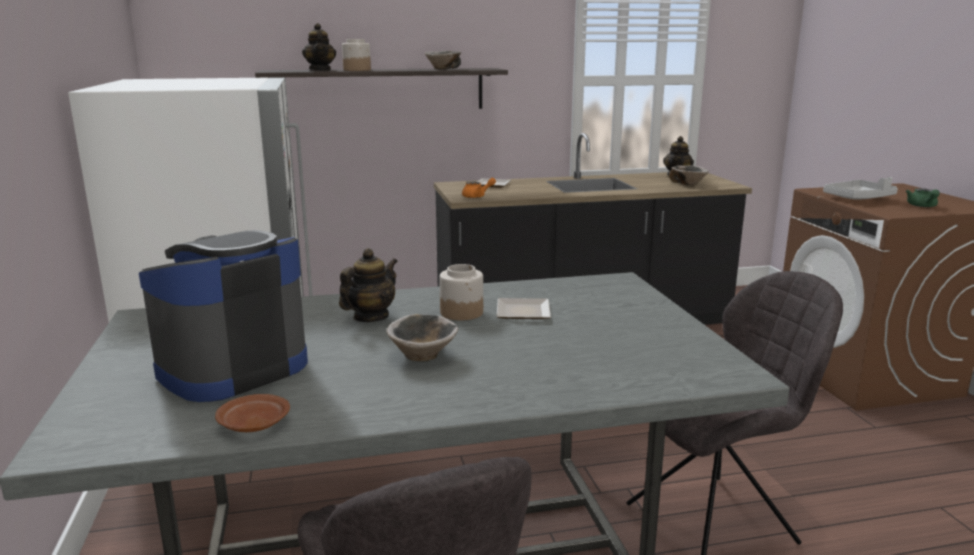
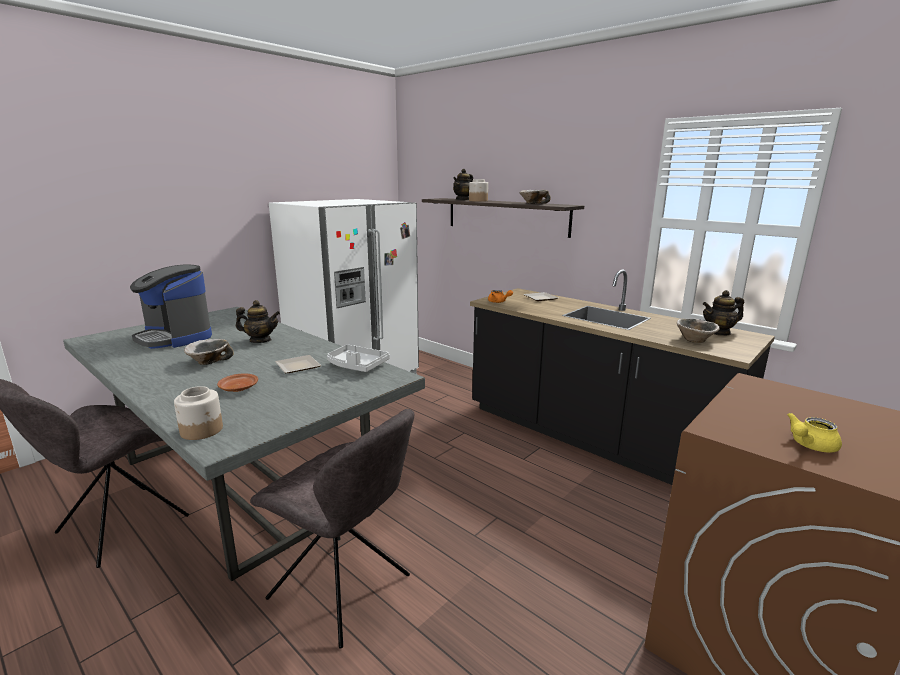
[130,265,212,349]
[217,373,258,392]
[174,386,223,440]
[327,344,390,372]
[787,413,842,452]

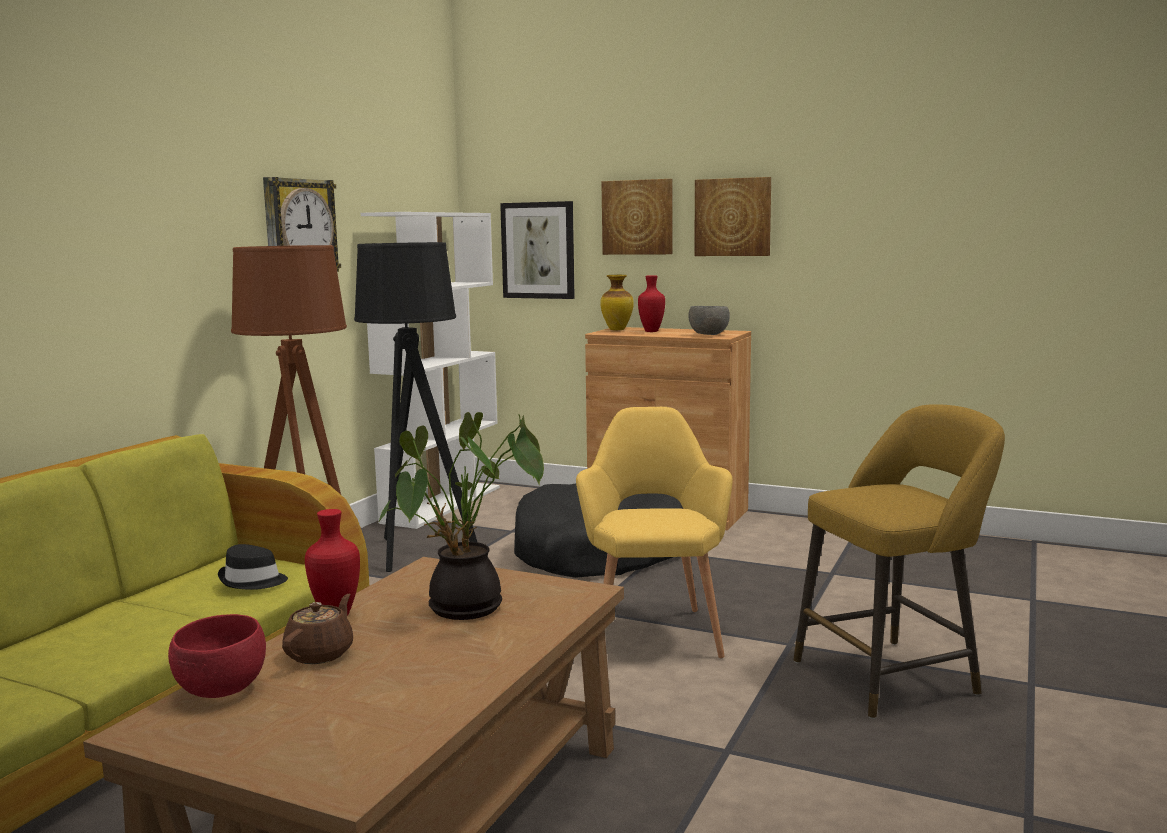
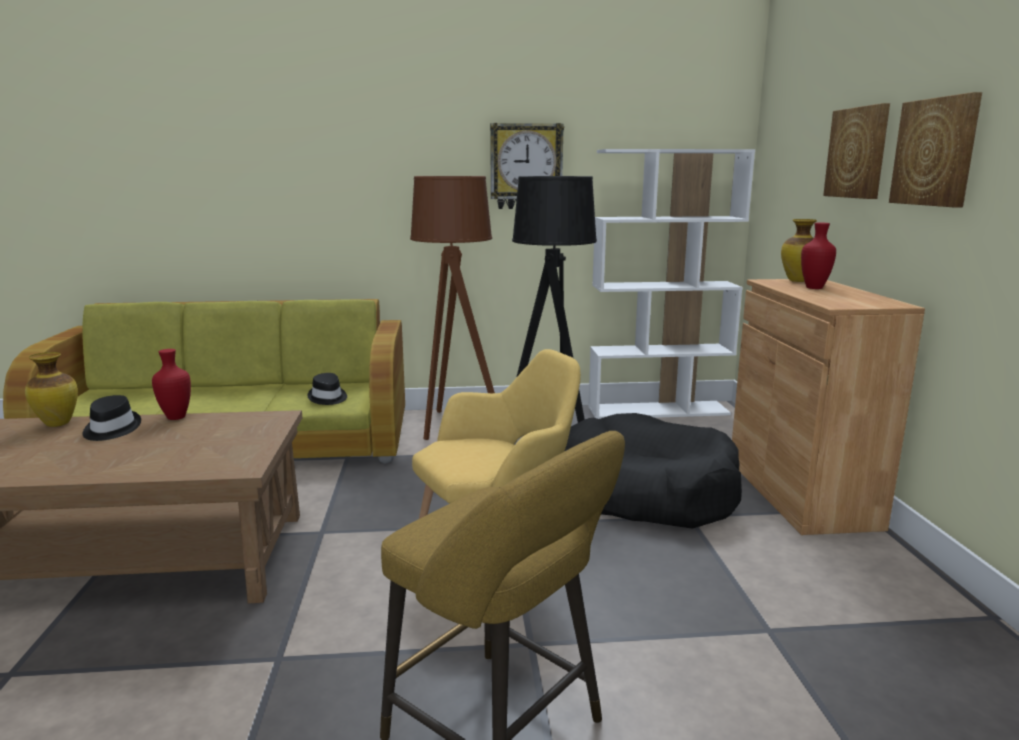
[25,352,78,427]
[82,395,141,441]
[378,412,544,620] (first image)
[500,201,575,299] (first image)
[689,306,730,335] (first image)

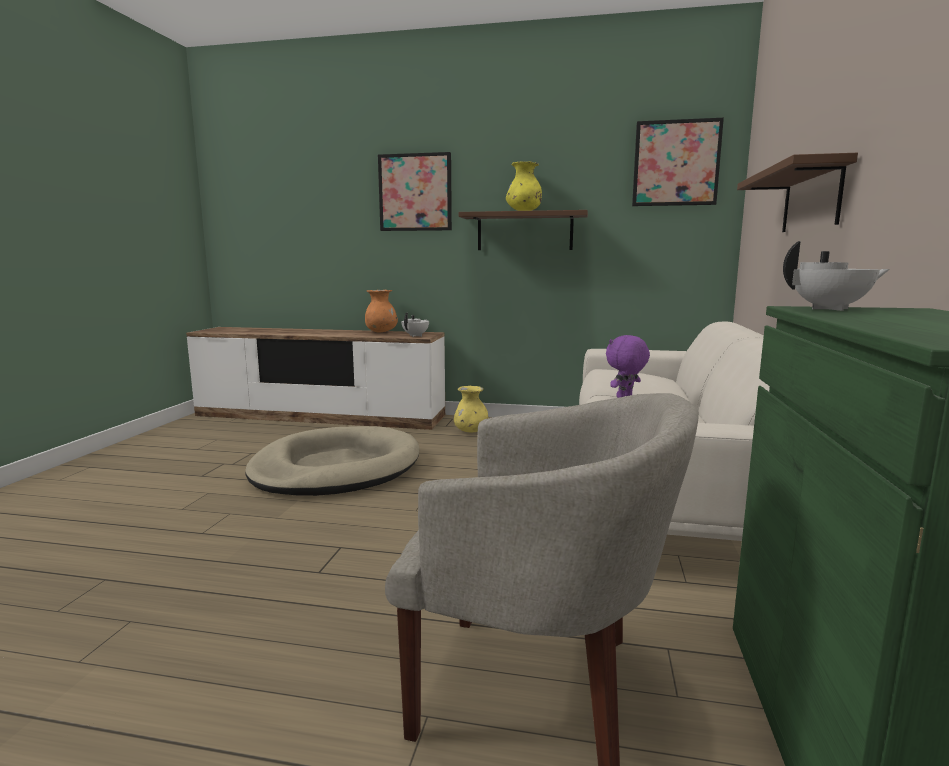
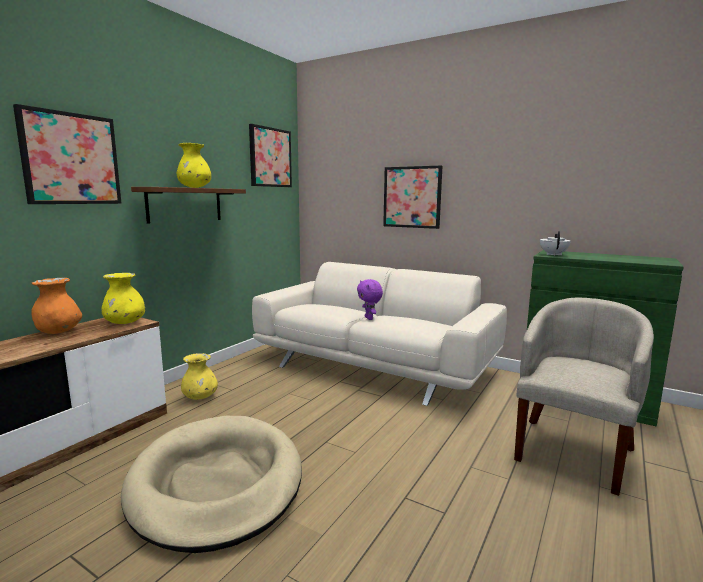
[101,273,145,324]
[383,166,442,229]

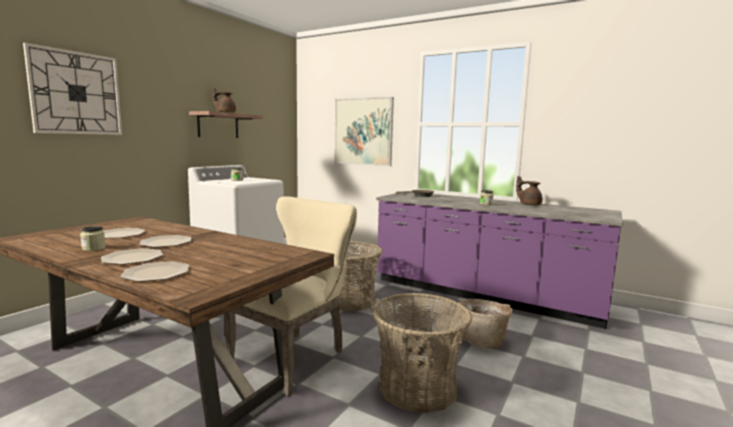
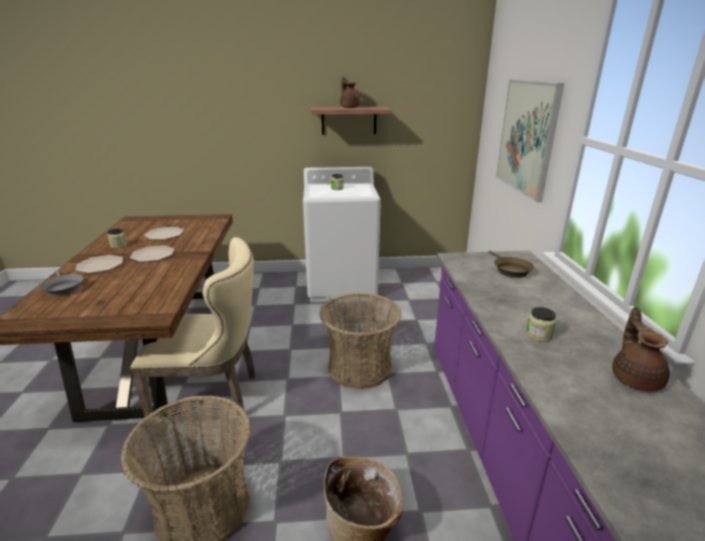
[23,43,122,135] (first image)
[40,270,83,296]

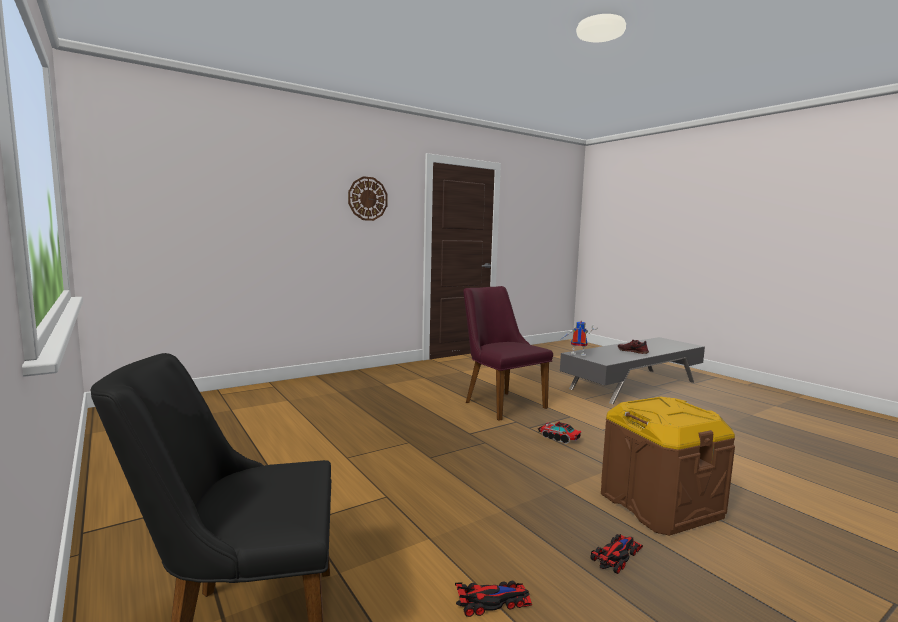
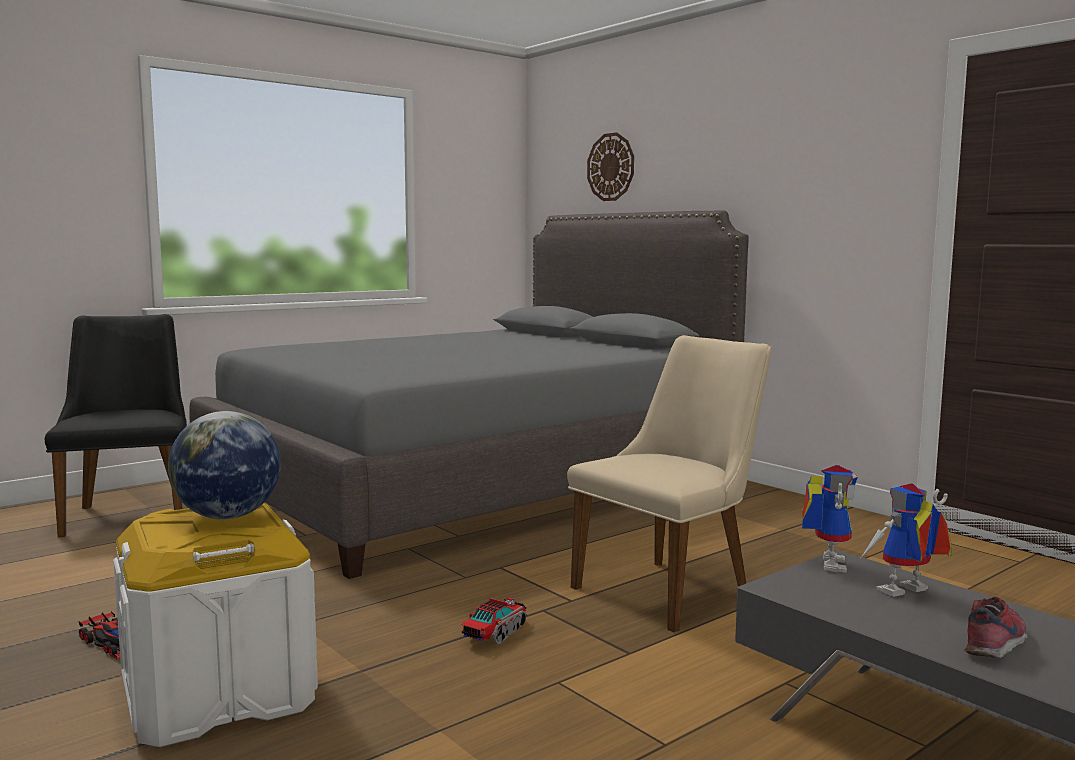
[587,132,634,201]
[455,581,532,617] (first image)
[567,335,771,632]
[113,503,318,747]
[168,411,281,519]
[189,211,749,579]
[861,483,952,597]

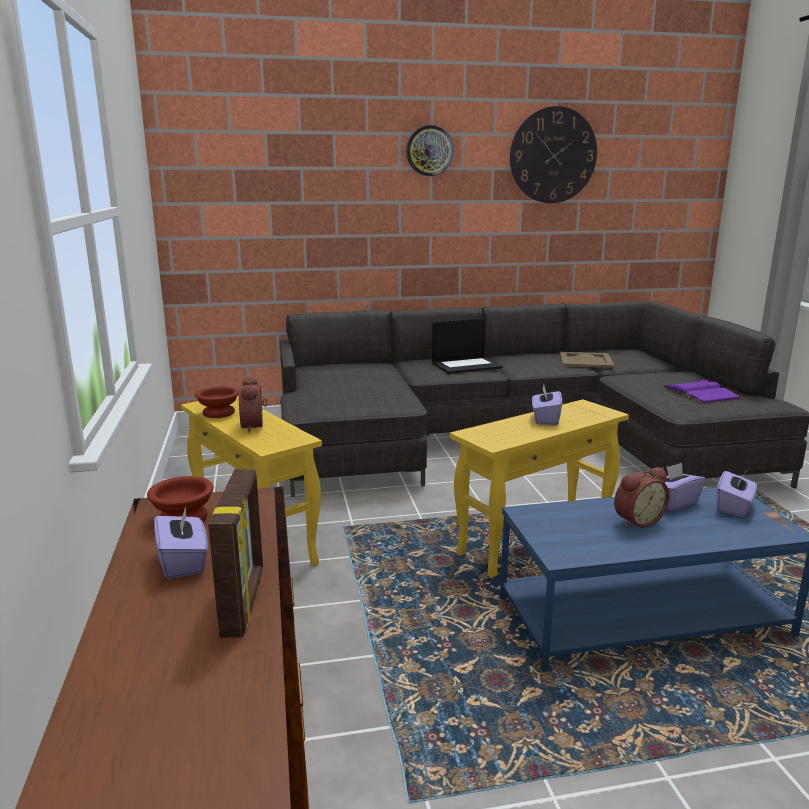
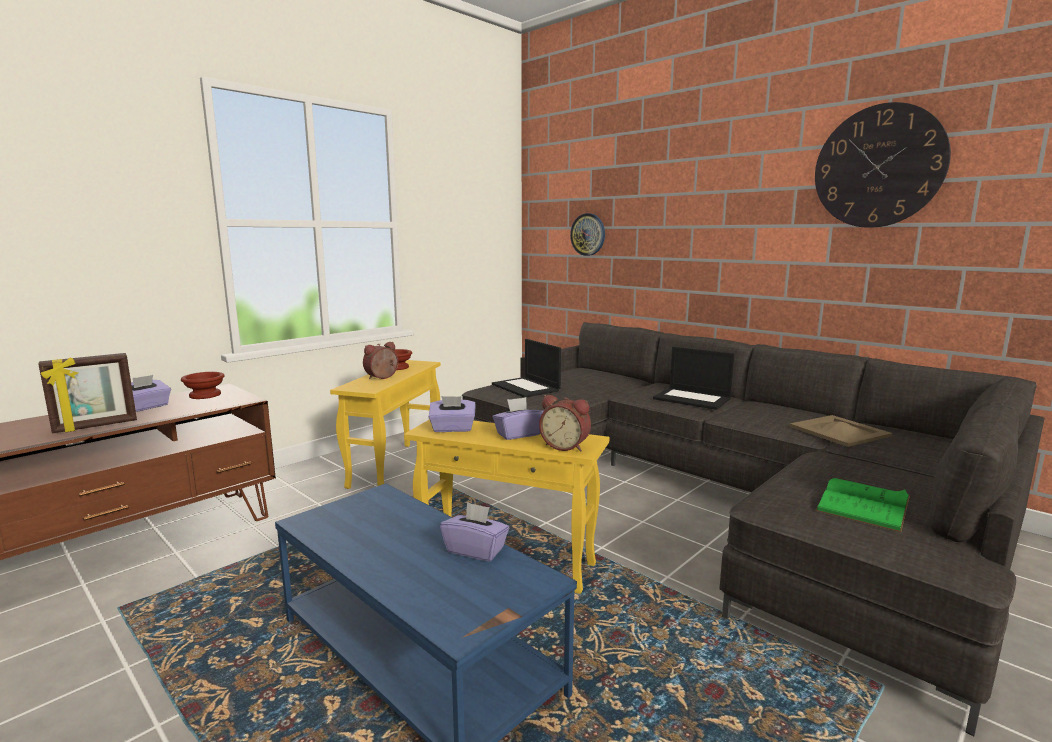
[570,213,605,256]
[539,395,591,452]
[816,478,910,532]
[429,396,476,432]
[492,339,561,398]

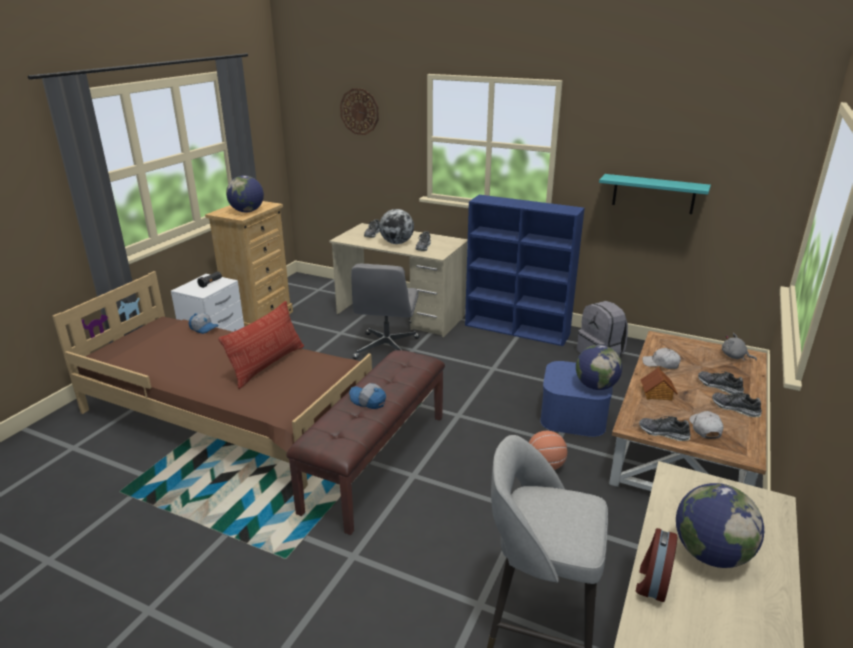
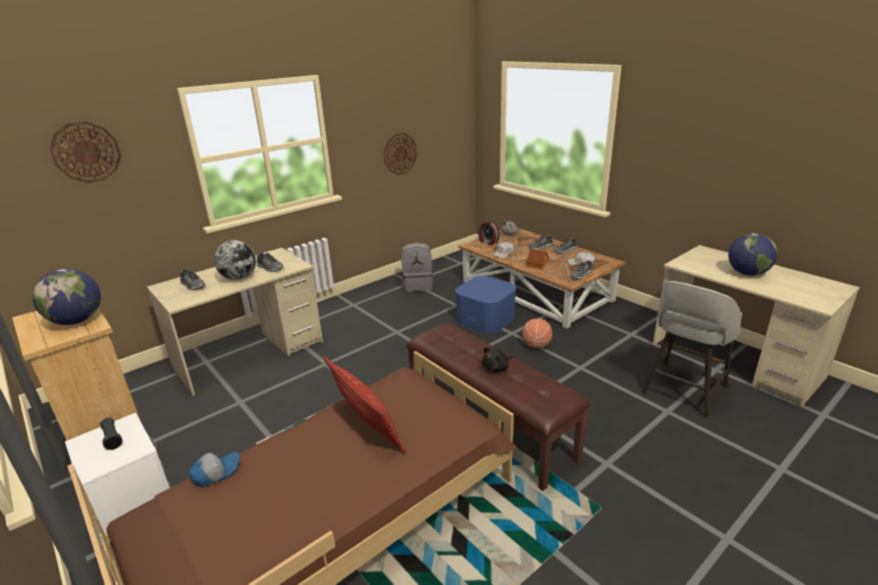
[482,347,513,372]
[351,264,420,360] (first image)
[465,195,585,346] (first image)
[576,345,622,390] (first image)
[384,133,417,175]
[479,221,499,245]

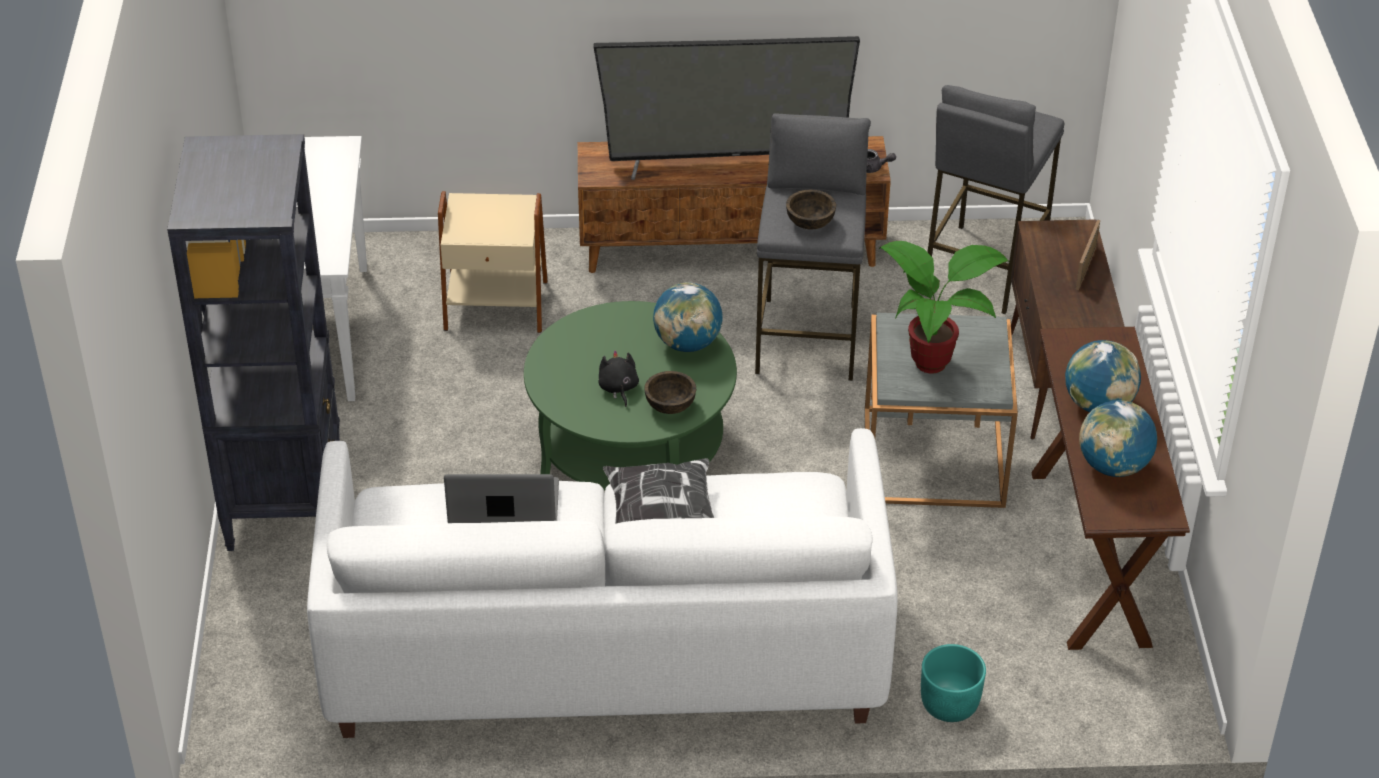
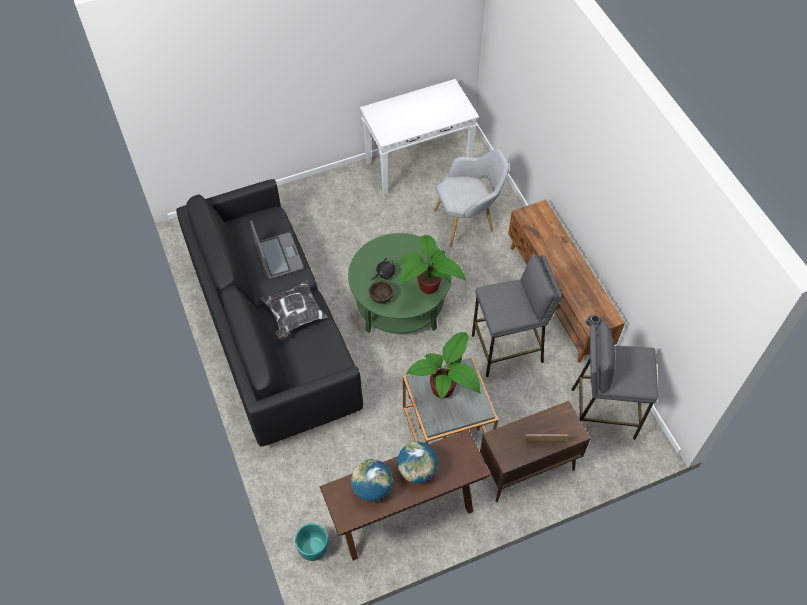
[167,134,340,551] (first image)
[176,179,363,447]
[434,149,509,247]
[593,36,860,180] (first image)
[400,235,466,294]
[786,190,836,230] (first image)
[295,523,328,561]

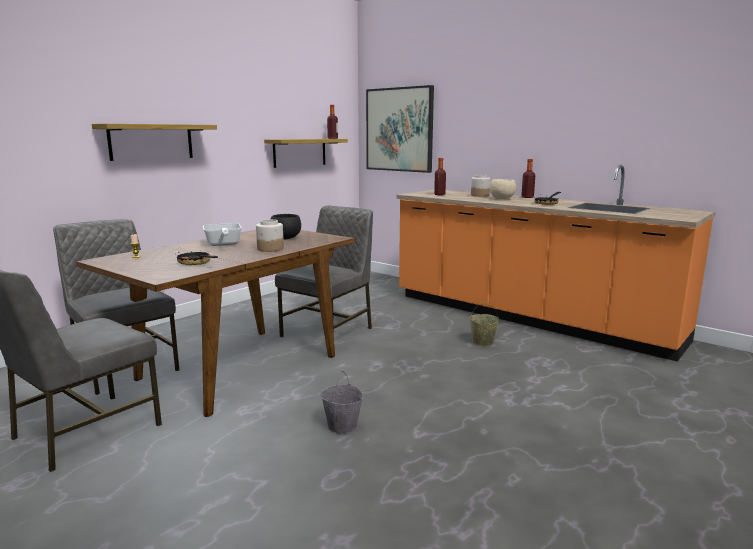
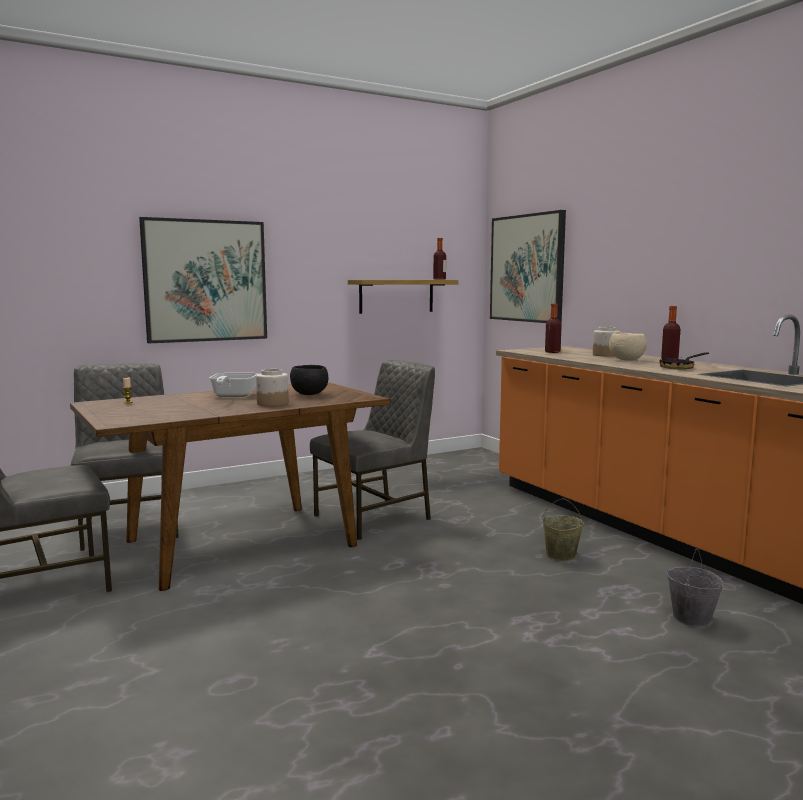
[139,217,267,344]
[177,250,218,265] (first image)
[666,548,724,627]

